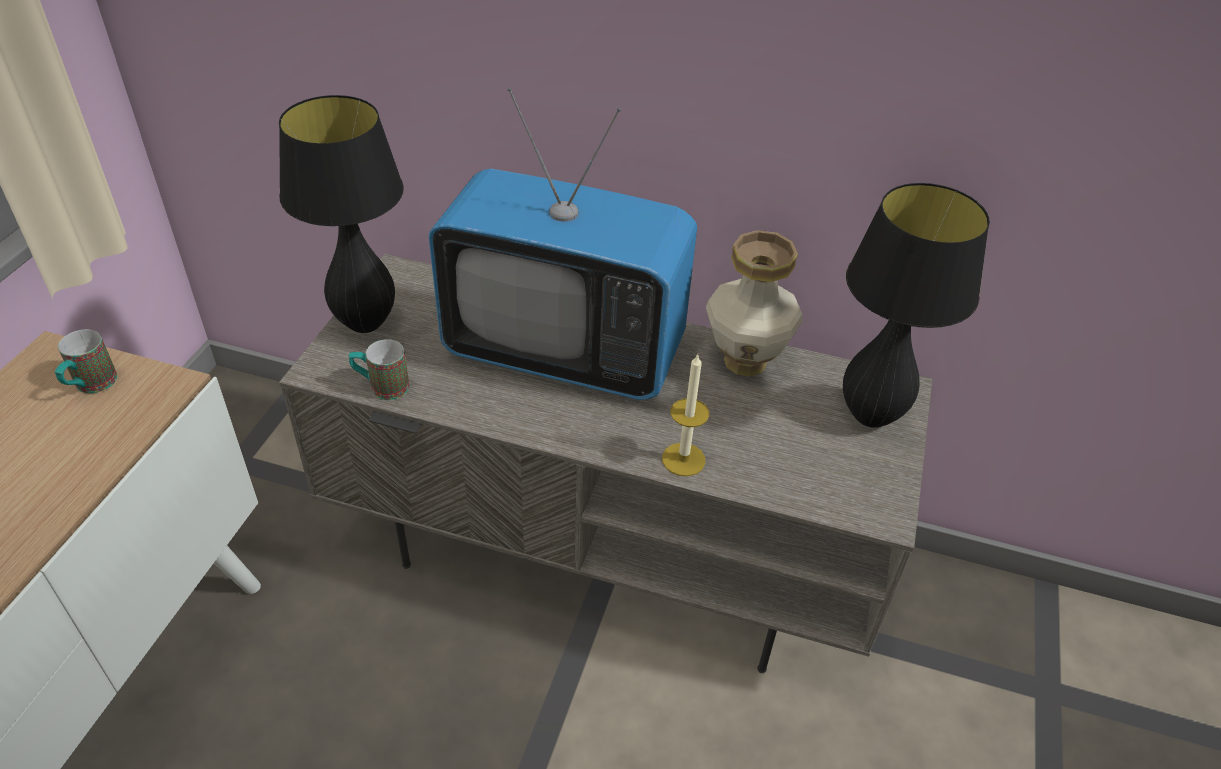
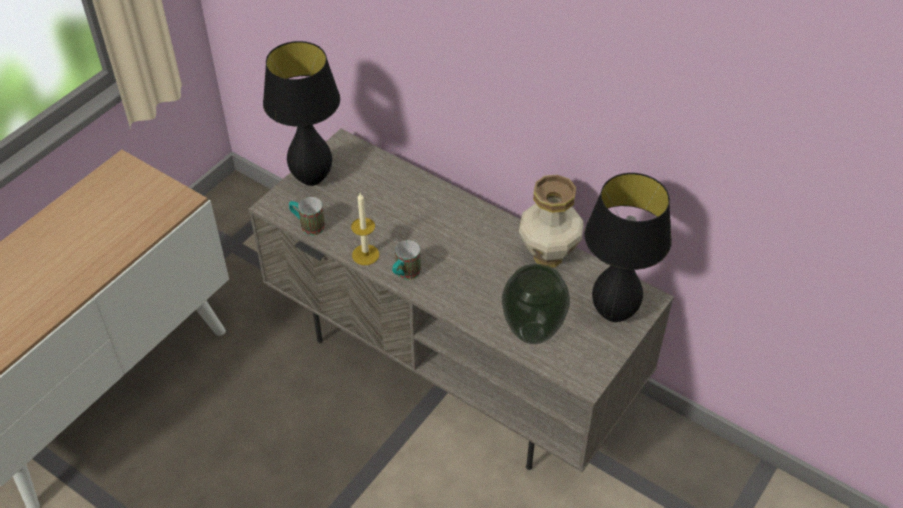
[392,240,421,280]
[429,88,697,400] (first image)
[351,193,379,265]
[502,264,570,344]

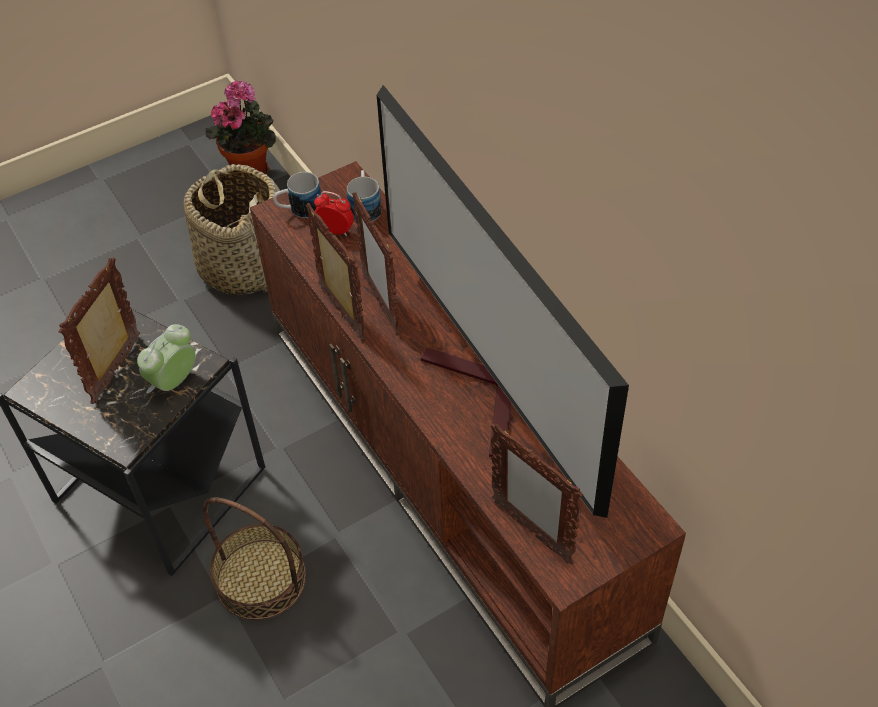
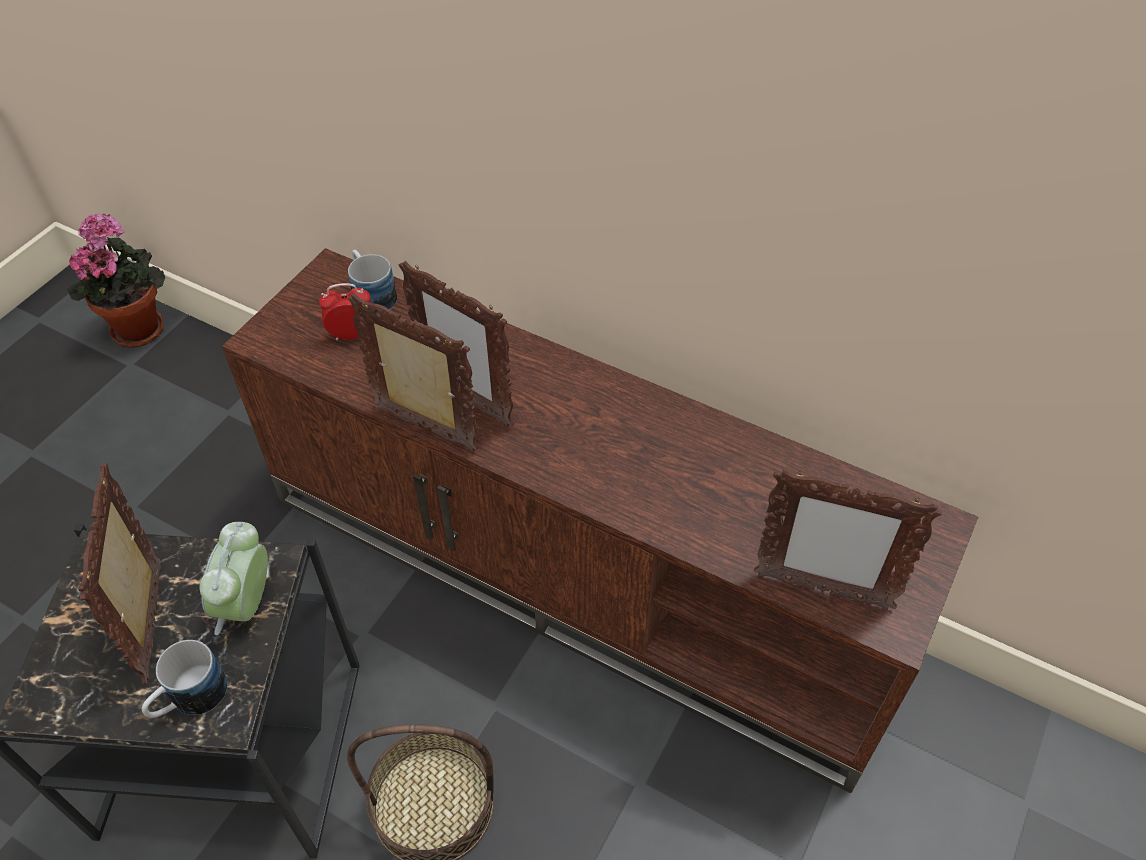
[184,164,280,295] (first image)
[142,640,227,718]
[377,85,629,518] (first image)

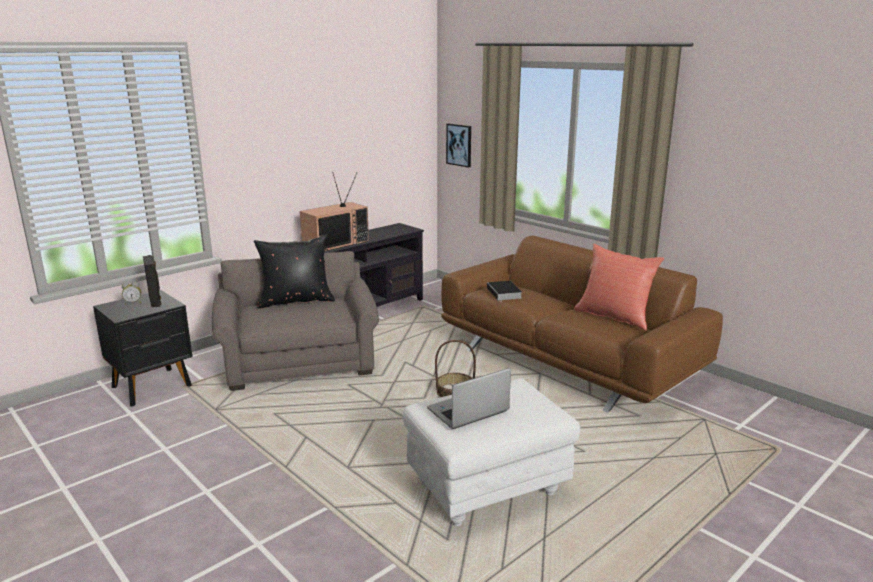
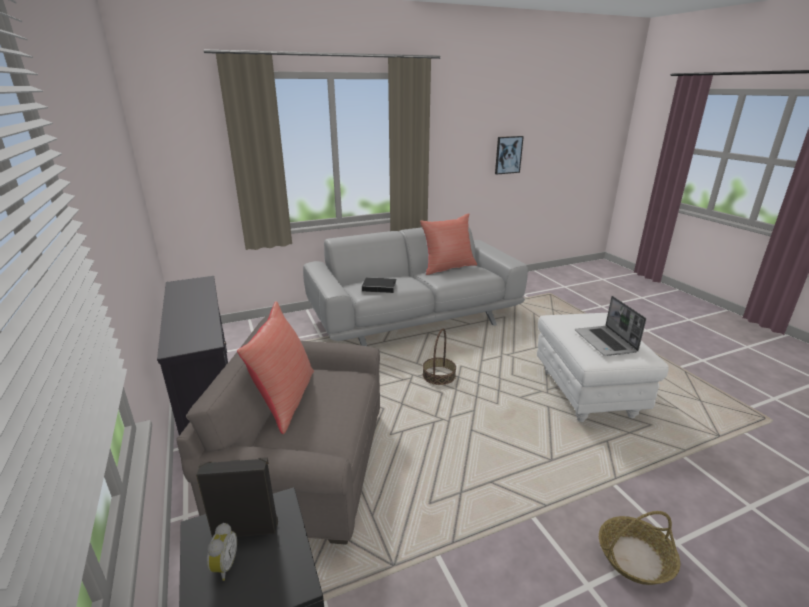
[237,301,314,434]
[300,172,369,251] (first image)
[303,227,528,346]
[495,136,524,175]
[599,511,680,585]

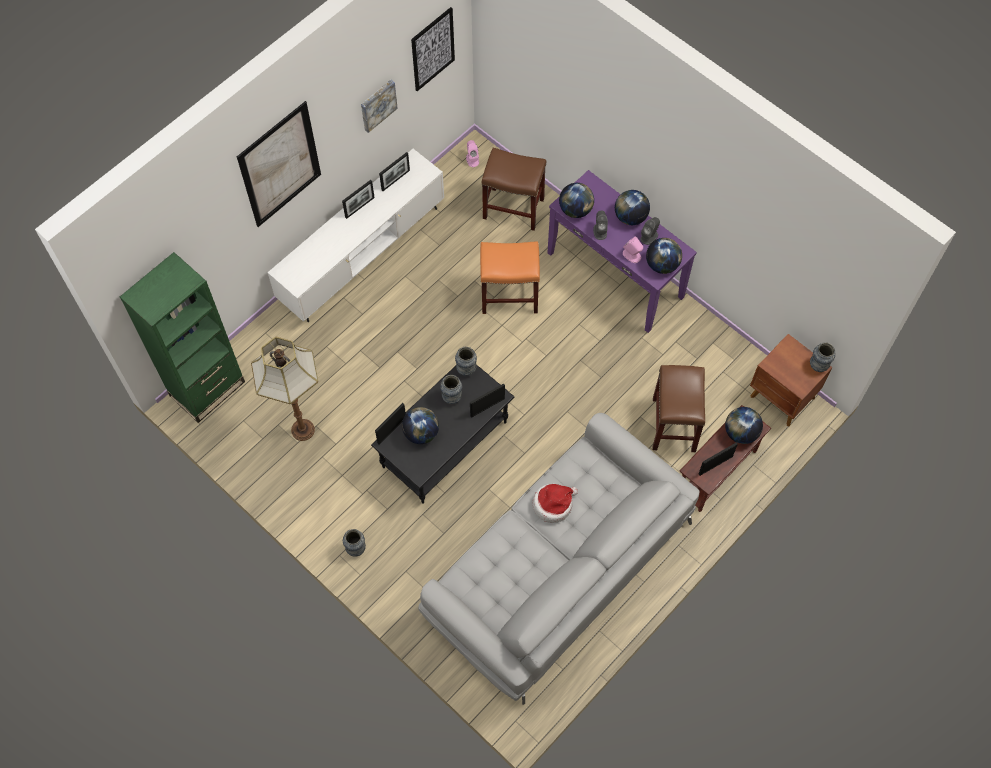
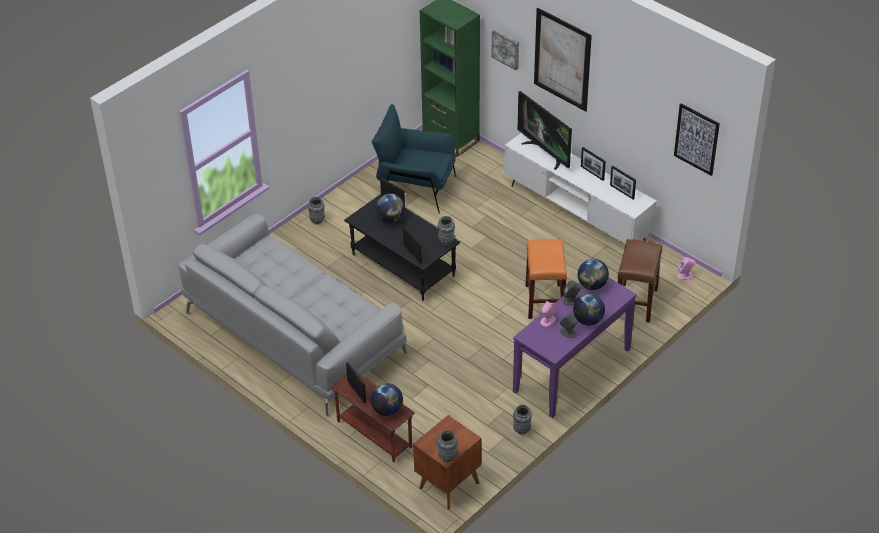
[372,104,456,214]
[491,29,519,70]
[513,405,532,435]
[533,484,578,523] (first image)
[646,238,682,274] (first image)
[652,365,705,452] (first image)
[517,91,572,170]

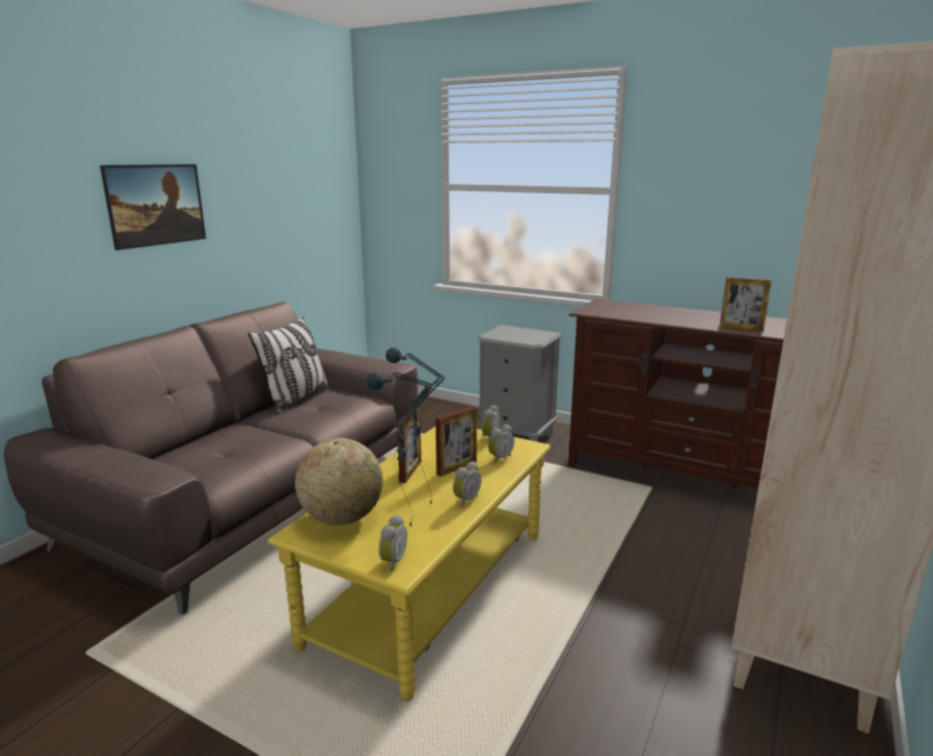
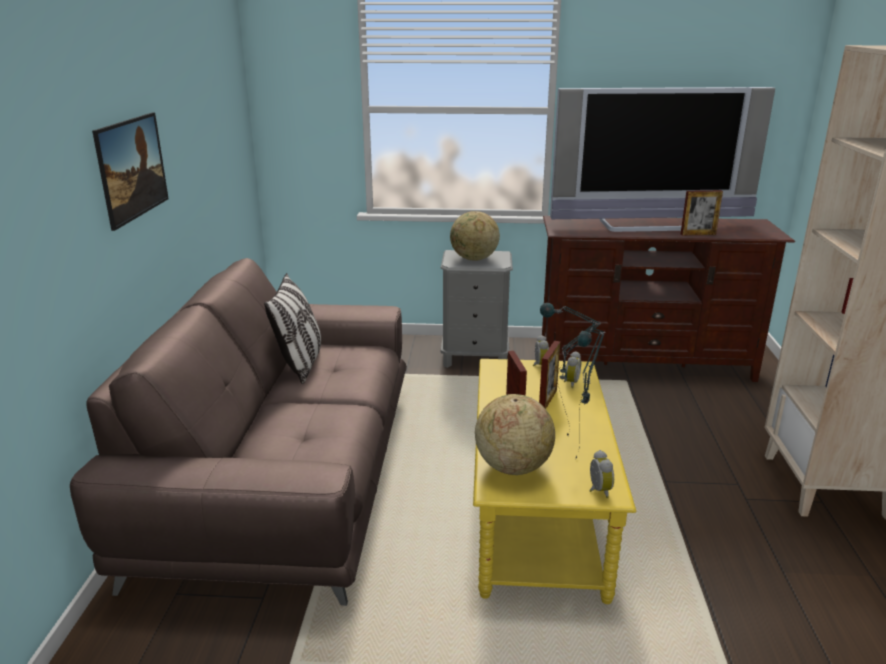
[453,461,481,507] (first image)
[450,211,500,261]
[550,87,775,232]

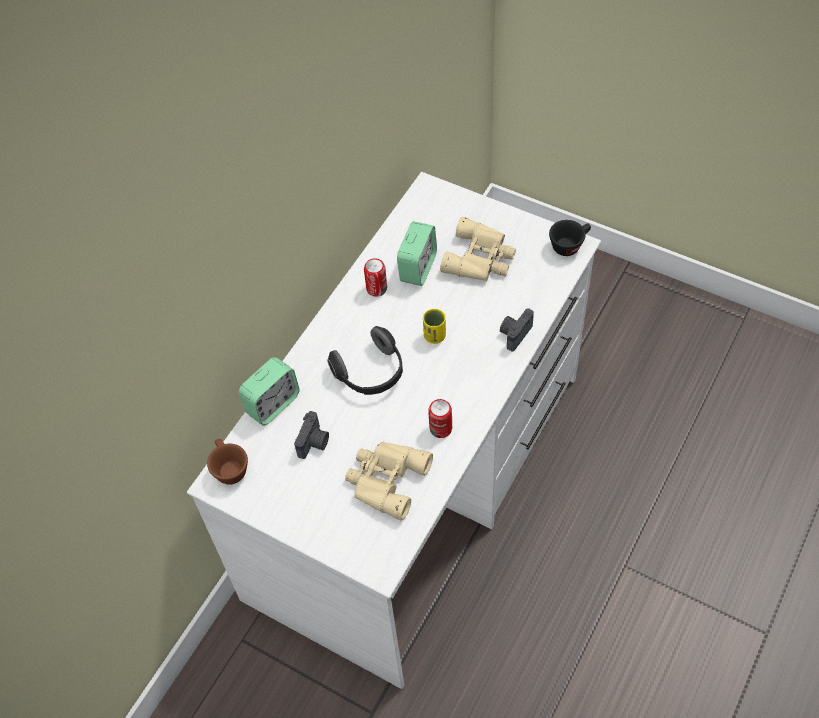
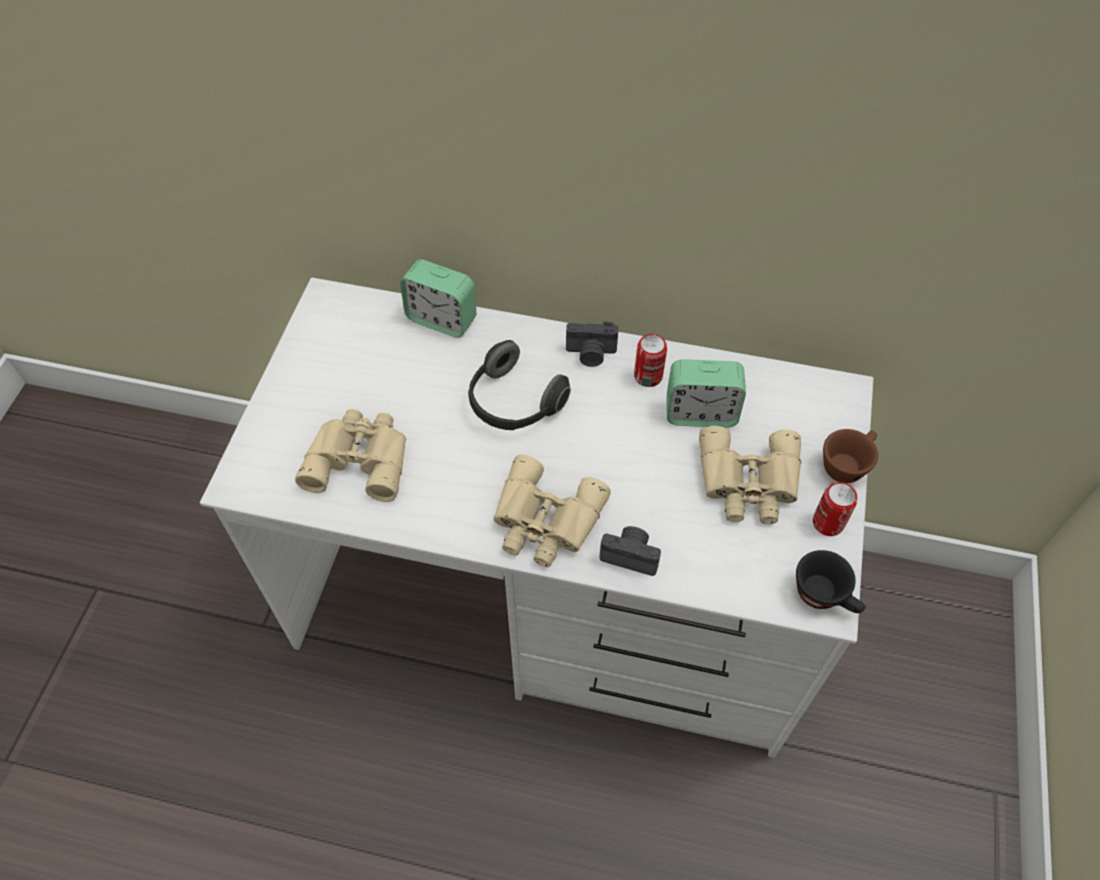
[823,429,878,483]
[566,321,618,367]
[423,309,446,344] (first image)
[813,482,857,536]
[493,455,611,567]

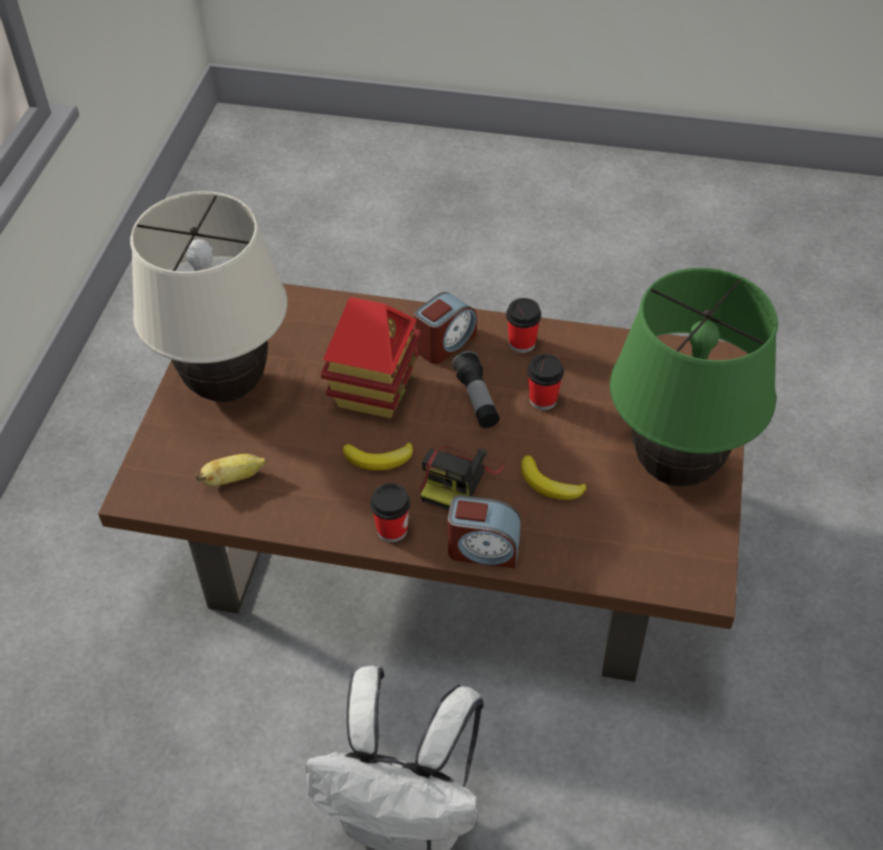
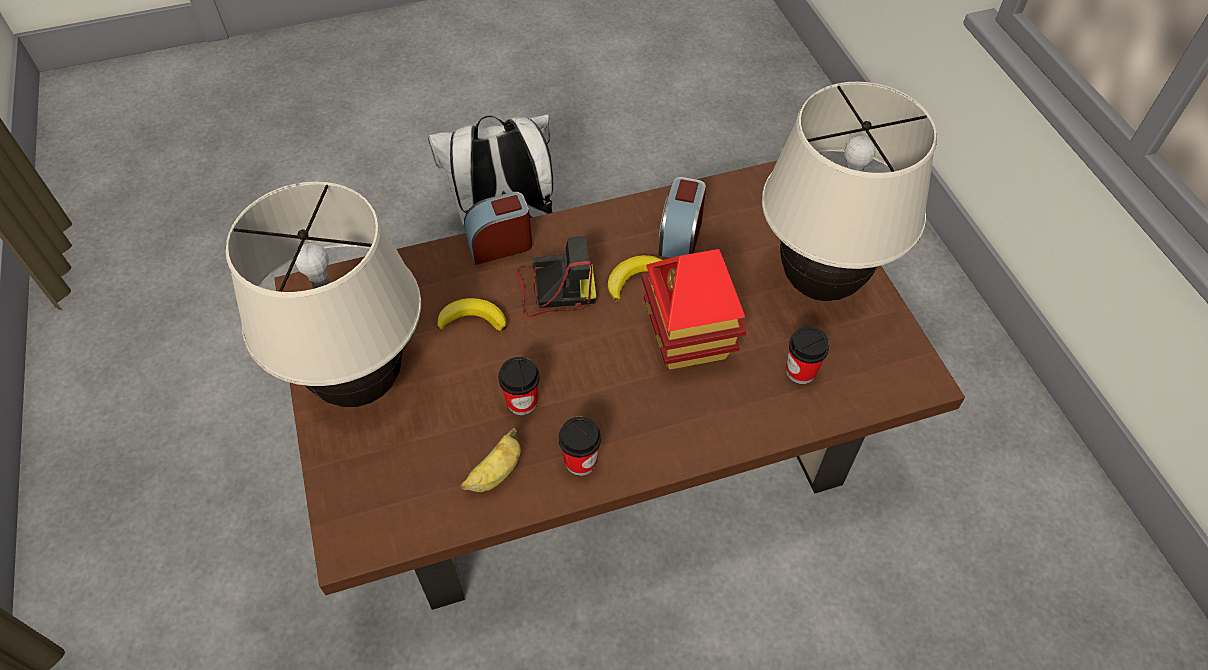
[461,428,521,492]
[786,326,829,384]
[659,177,706,258]
[517,236,596,317]
[452,351,500,428] (first image)
[225,182,421,407]

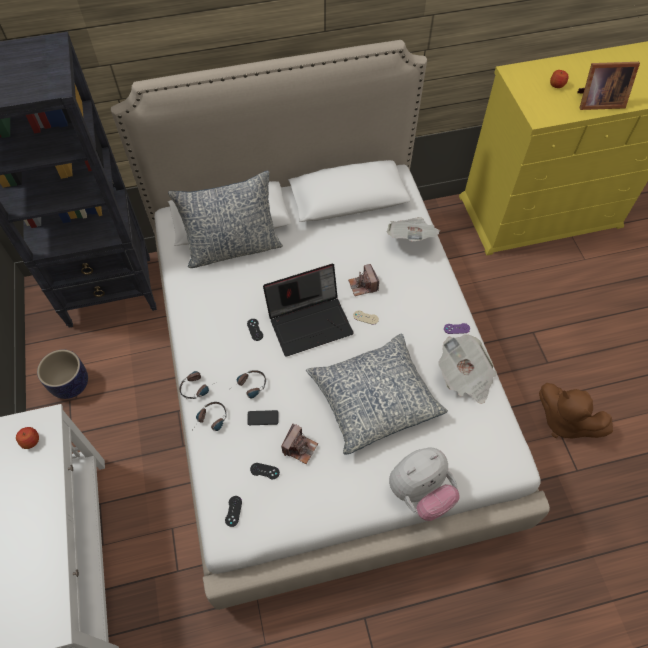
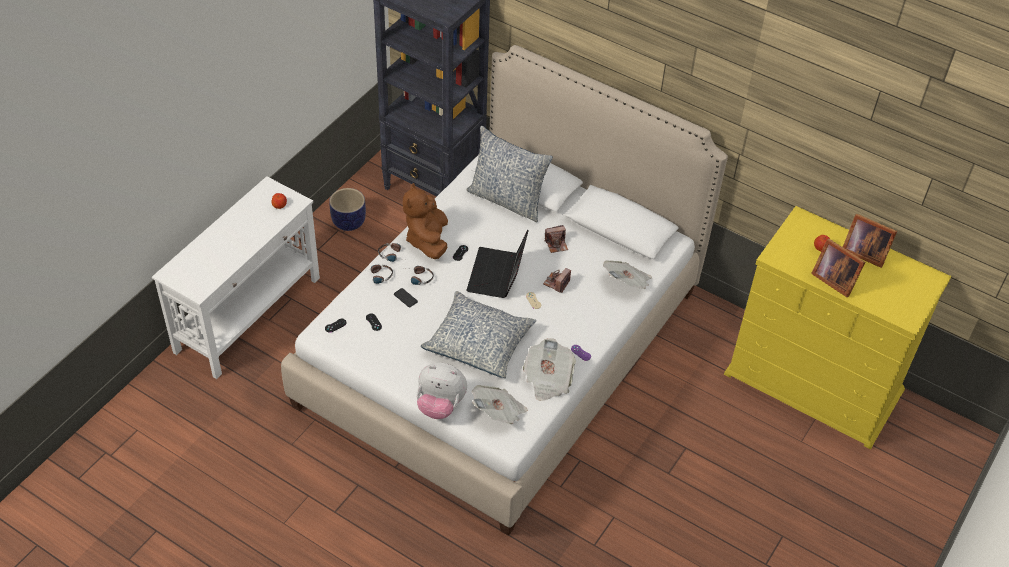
[466,230,529,298]
[544,225,568,253]
[403,183,448,259]
[472,385,528,424]
[843,213,897,268]

